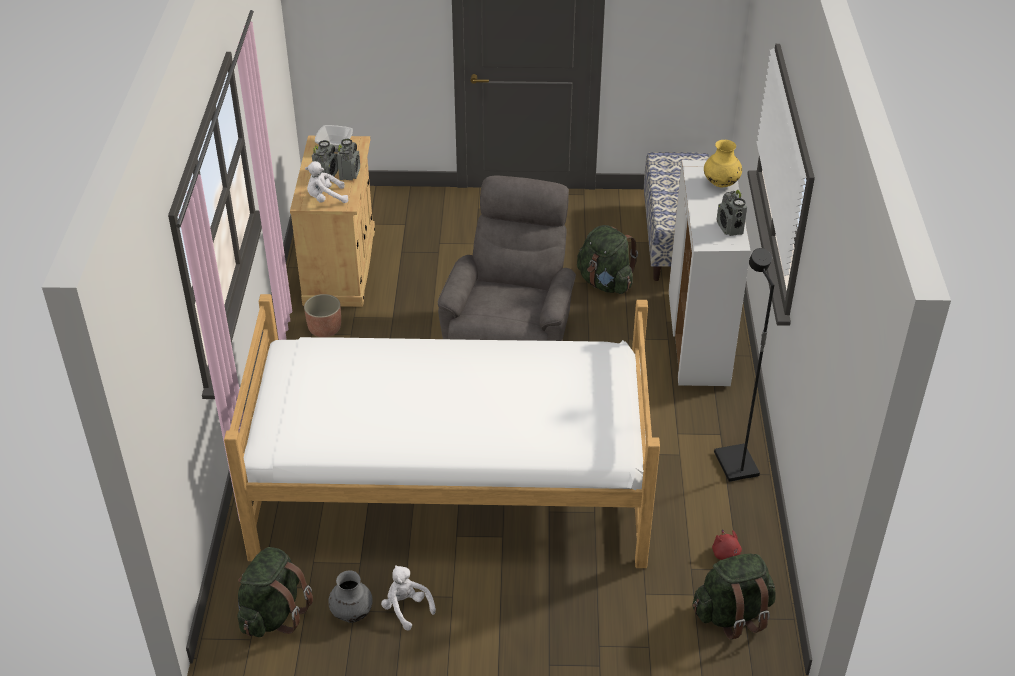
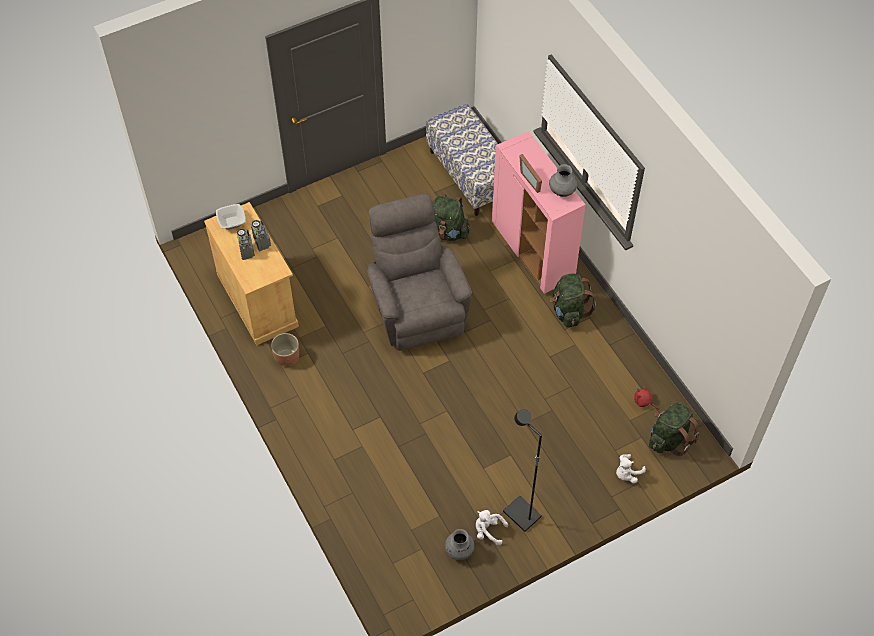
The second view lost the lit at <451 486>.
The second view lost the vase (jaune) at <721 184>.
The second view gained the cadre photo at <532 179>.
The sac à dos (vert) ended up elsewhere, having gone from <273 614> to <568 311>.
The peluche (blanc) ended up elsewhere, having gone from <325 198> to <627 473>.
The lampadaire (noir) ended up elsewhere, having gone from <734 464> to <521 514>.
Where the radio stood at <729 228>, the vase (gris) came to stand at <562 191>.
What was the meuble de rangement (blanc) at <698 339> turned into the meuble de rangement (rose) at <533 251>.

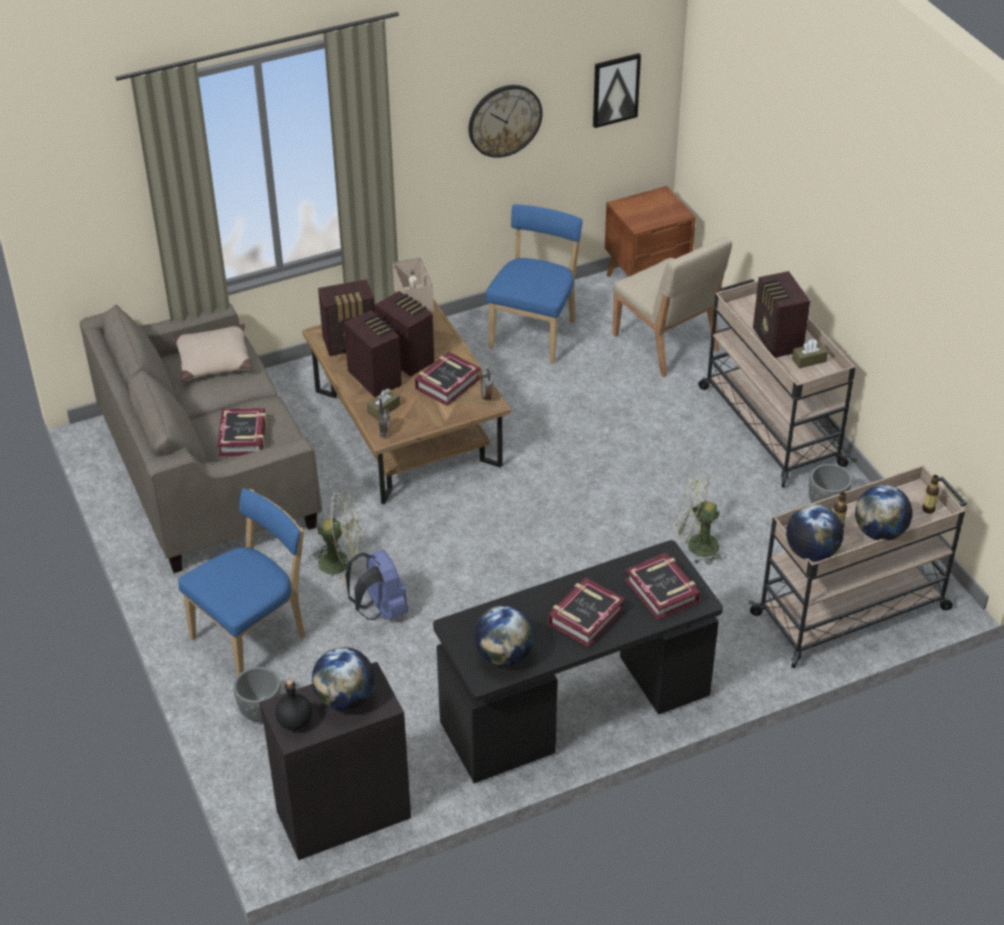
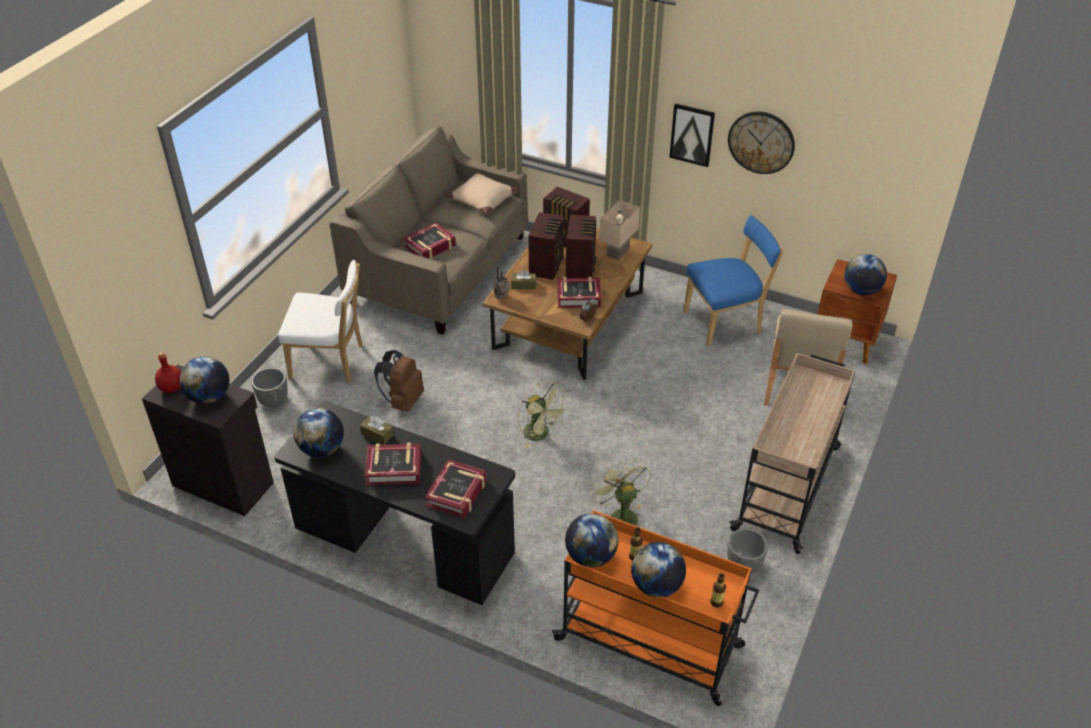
The second view lost the radio at <777 341>.
The second view gained the globe at <861 291>.
The ventilateur (vert) ended up elsewhere, having gone from <341 562> to <541 435>.
The tableau ended up elsewhere, having gone from <615 89> to <692 134>.
The boîte à mouchoirs (marron) ended up elsewhere, having gone from <809 360> to <377 434>.
What was the chaise (bleu) at <253 635> turned into the chaise (blanc) at <330 362>.
What was the bouteille (noir) at <294 723> turned into the bouteille (rouge) at <171 387>.
What was the sac à dos (bleu) at <380 609> turned into the sac à dos (marron) at <403 401>.
What was the chariot (beige) at <852 611> turned into the chariot (orange) at <651 643>.

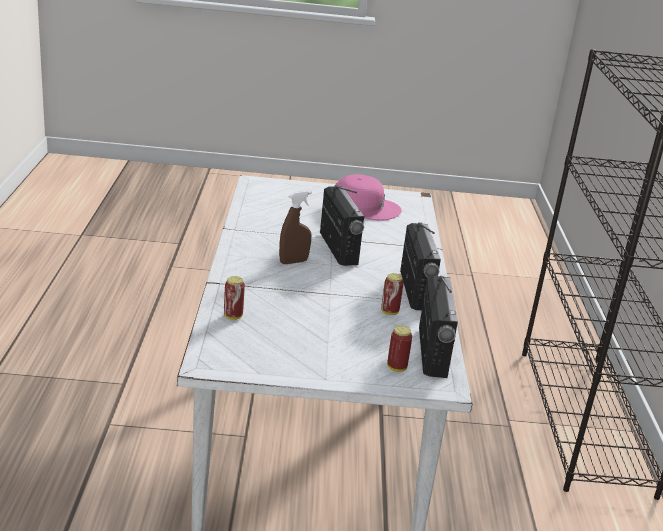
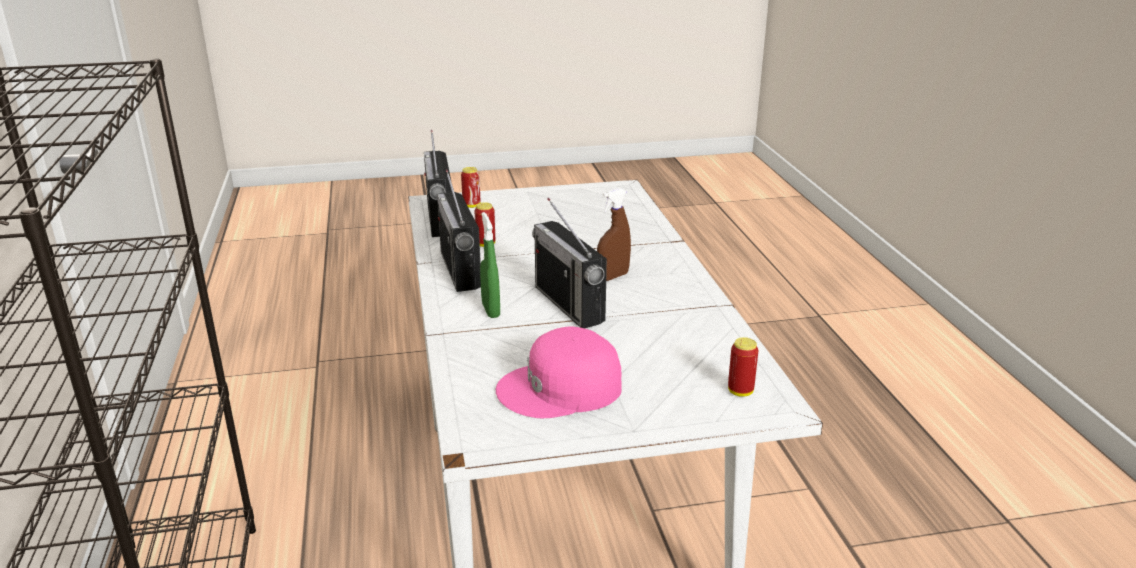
The second view gained the vaporisateur (vert) at <491 310>.
The boîte métallique ended up elsewhere, having gone from <233 316> to <740 391>.

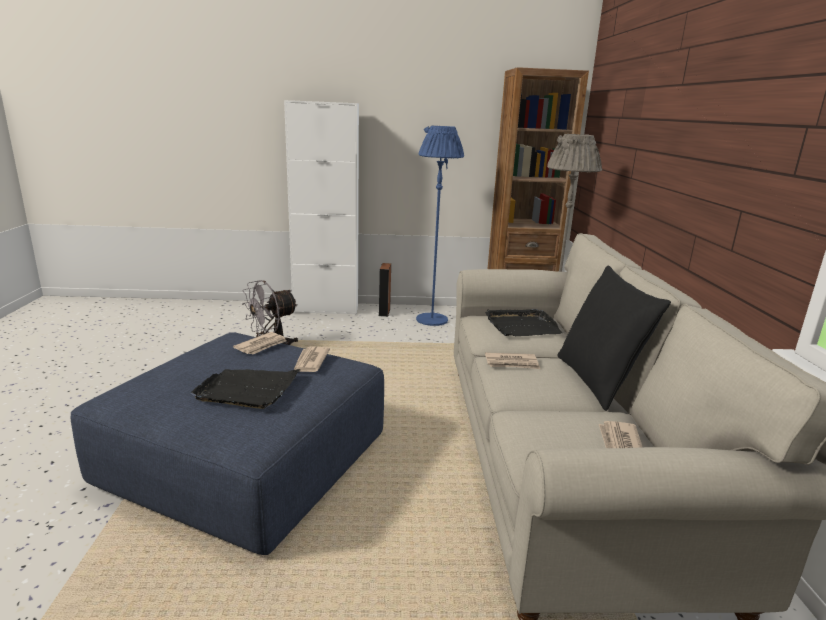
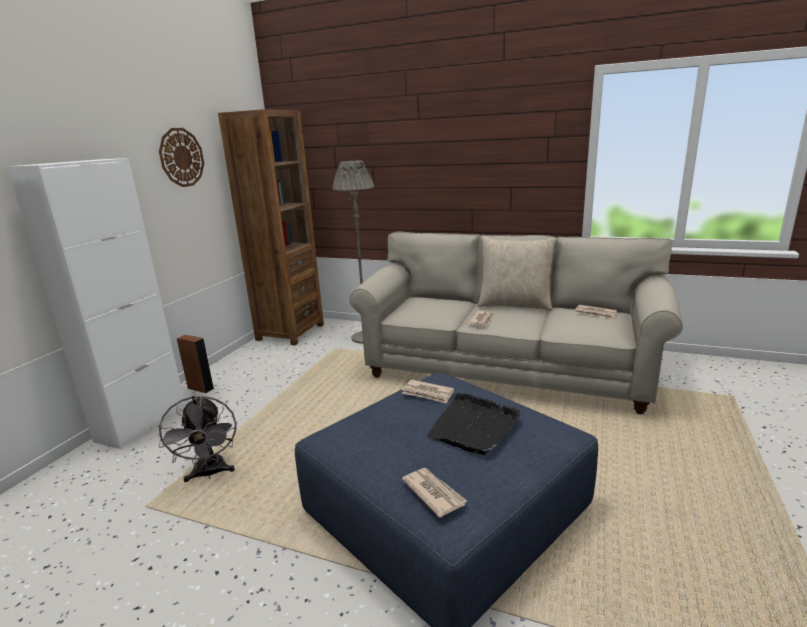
The second view lost the lampadaire (bleu) at <432 320>.
The second view lost the plateau (noir) at <521 326>.
The second view gained the horloge murale at <181 157>.
The journal ended up elsewhere, having gone from <262 345> to <433 493>.
What was the coussin (noir) at <598 381> turned into the coussin (beige) at <515 305>.

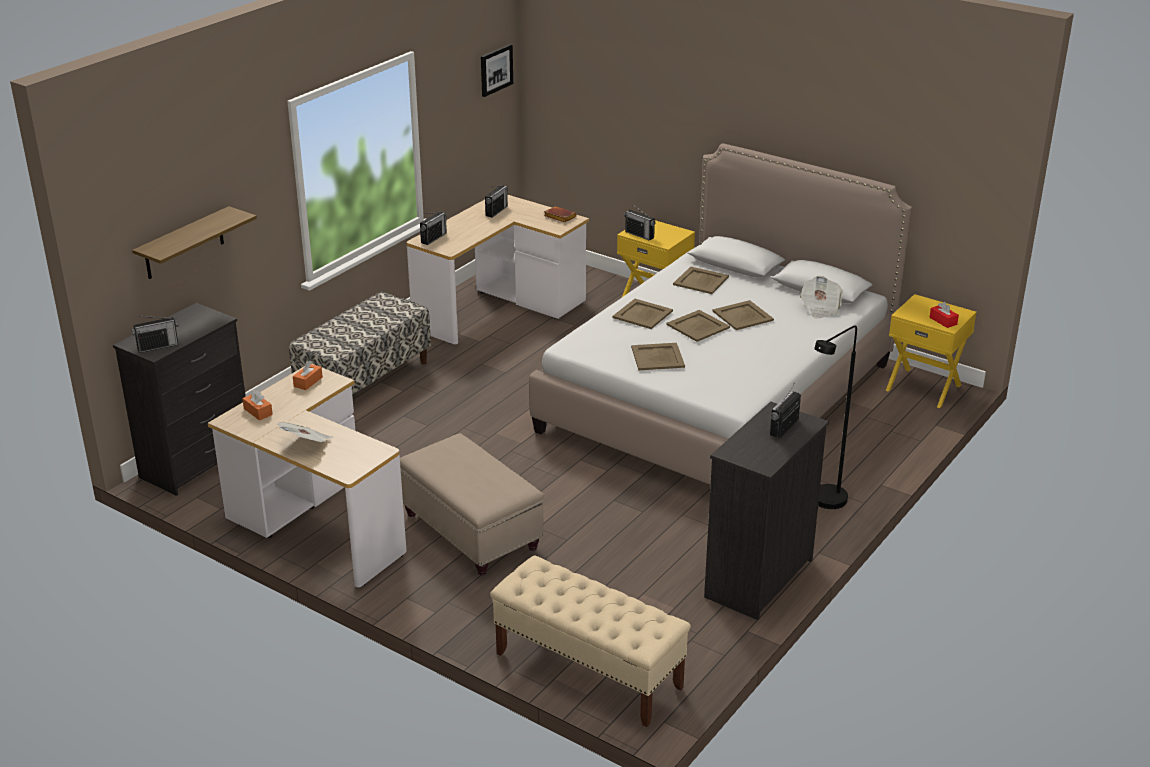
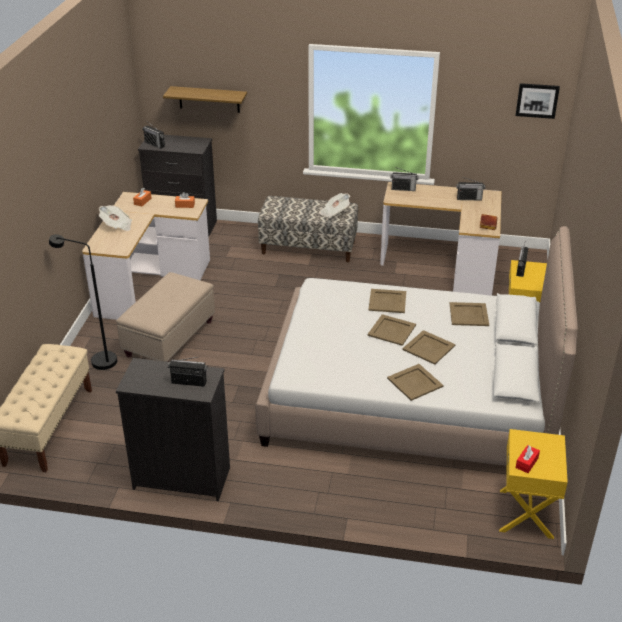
The plateau (beige) ended up elsewhere, having gone from <658 357> to <414 383>.
The journal ended up elsewhere, having gone from <820 308> to <334 212>.
The lampadaire (noir) ended up elsewhere, having gone from <824 504> to <97 361>.

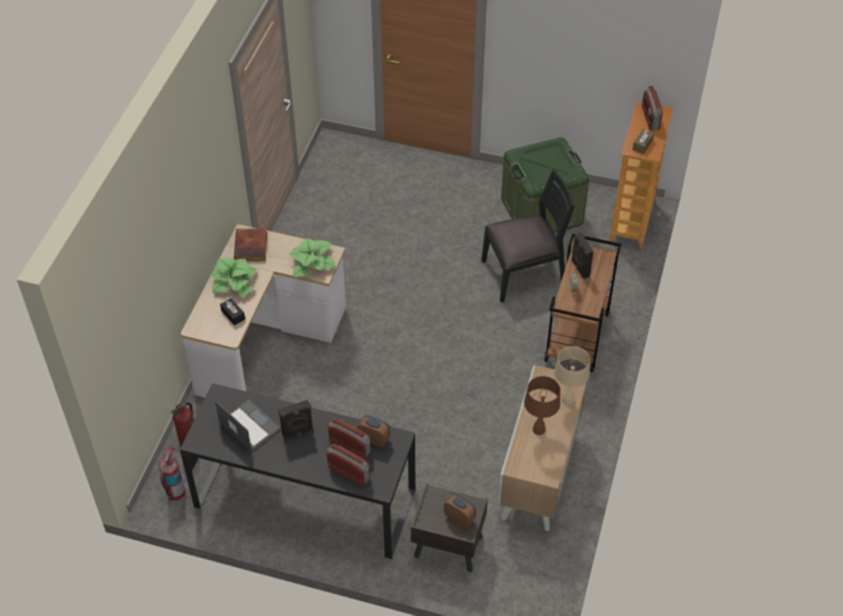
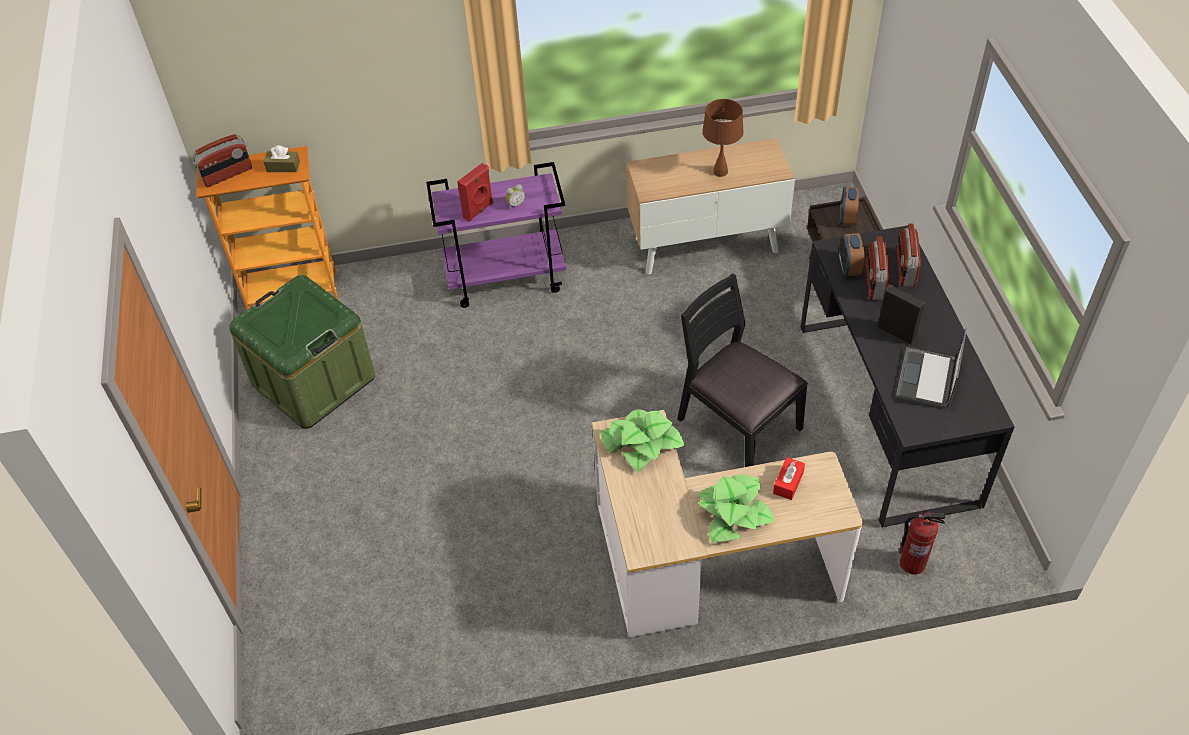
The second view lost the extincteur at <175 493>.
The second view lost the livre at <252 247>.
The second view lost the lampe de table (beige) at <568 399>.
The chaise (noir) ended up elsewhere, having gone from <524 273> to <737 424>.
What was the boîte à mouchoirs (noir) at <233 315> turned into the boîte à mouchoirs (rouge) at <788 483>.
What was the chariot (marron) at <577 338> turned into the chariot (violet) at <507 278>.
What was the enceinte (noir) at <579 268> turned into the enceinte (rouge) at <479 211>.

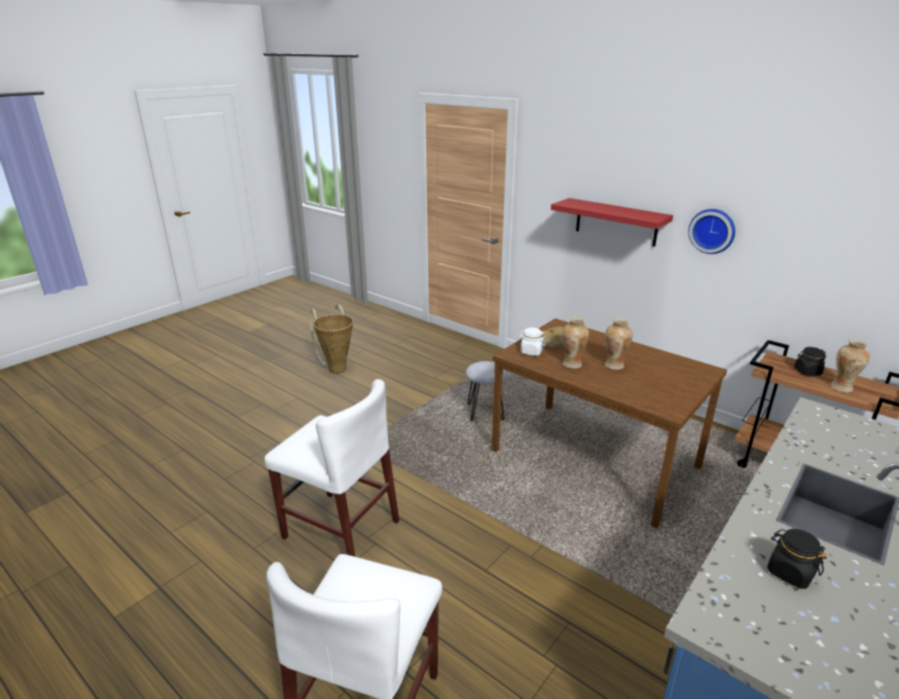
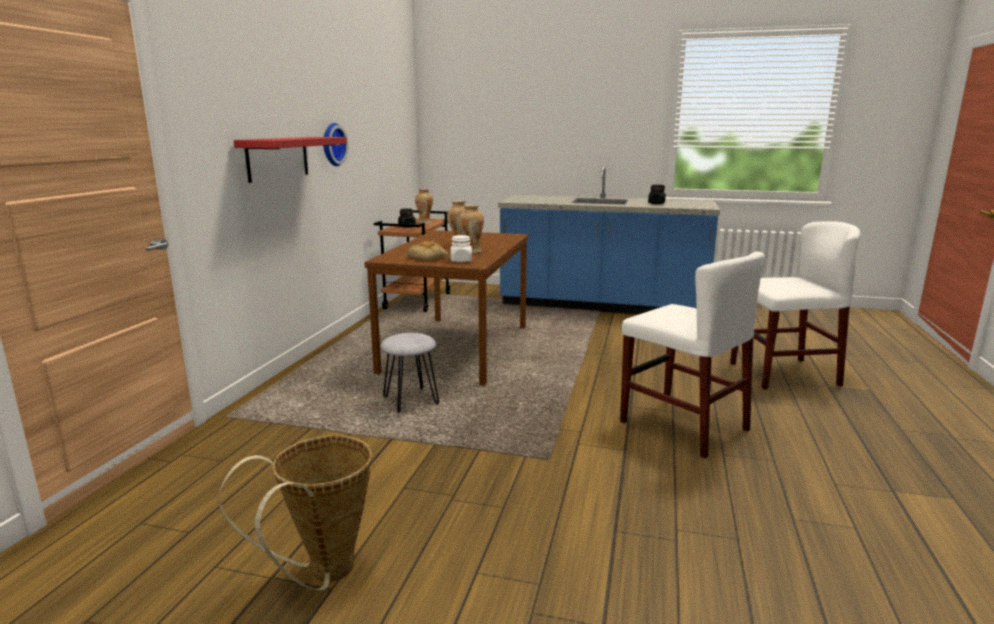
The chaise (blanc) at <341 529> ended up facing another way, 135 degrees clockwise from before.

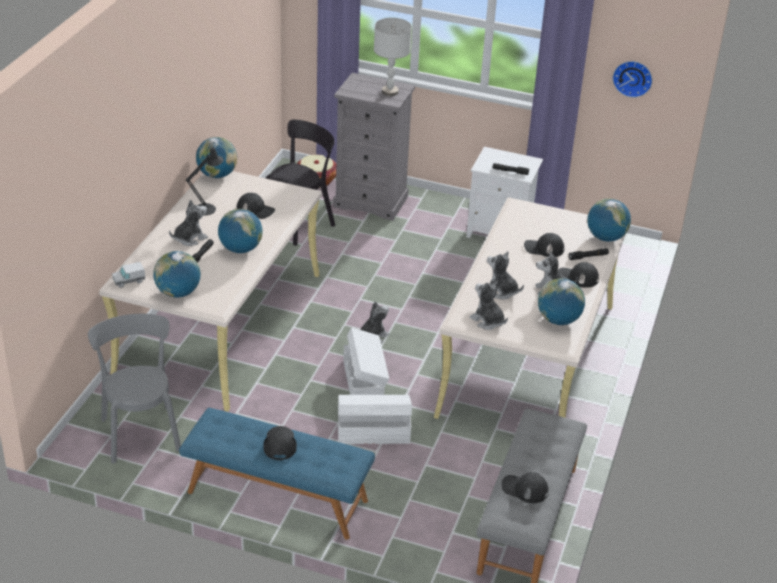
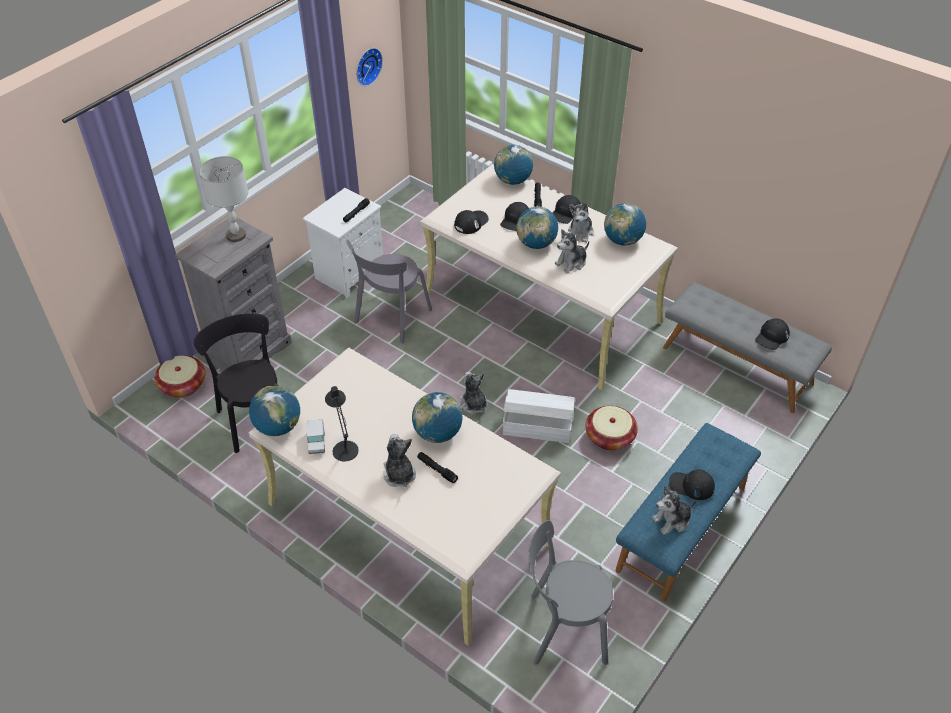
The second view gained the chaise (gris) at <391 318>.
The camion jouet ended up elsewhere, having gone from <129 281> to <316 442>.
The globe ended up elsewhere, having gone from <178 293> to <536 244>.
The casquette (noir) ended up elsewhere, having gone from <255 210> to <471 223>.
The peluche ended up elsewhere, having gone from <487 321> to <672 520>.
Where the boîte de rangement (blanc) stood at <372 431>, the panier came to stand at <609 437>.

